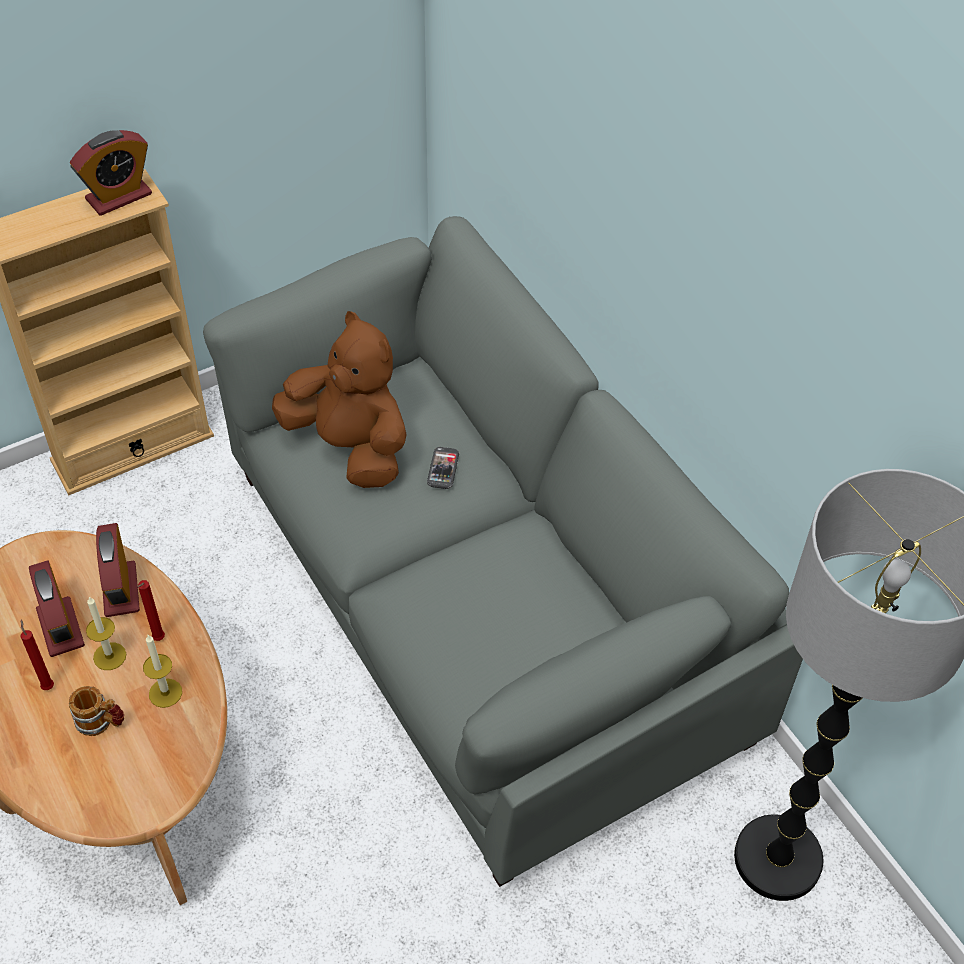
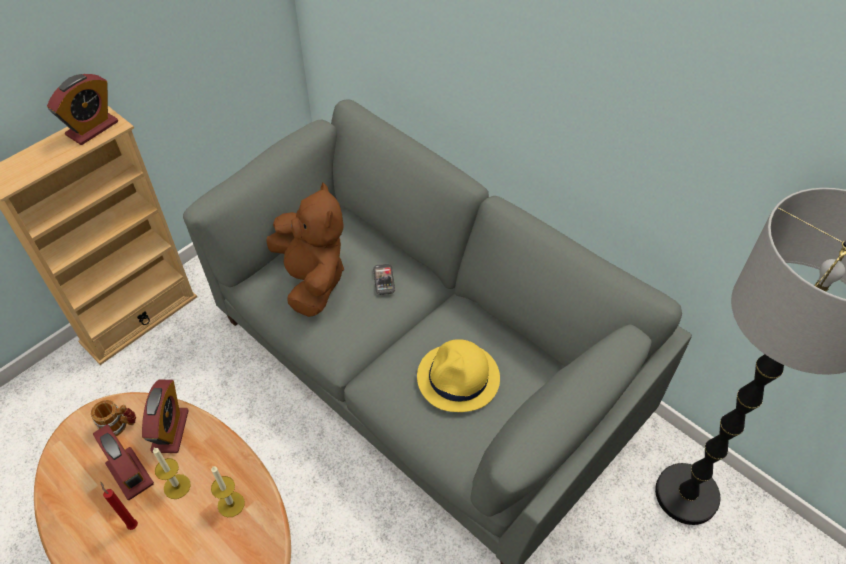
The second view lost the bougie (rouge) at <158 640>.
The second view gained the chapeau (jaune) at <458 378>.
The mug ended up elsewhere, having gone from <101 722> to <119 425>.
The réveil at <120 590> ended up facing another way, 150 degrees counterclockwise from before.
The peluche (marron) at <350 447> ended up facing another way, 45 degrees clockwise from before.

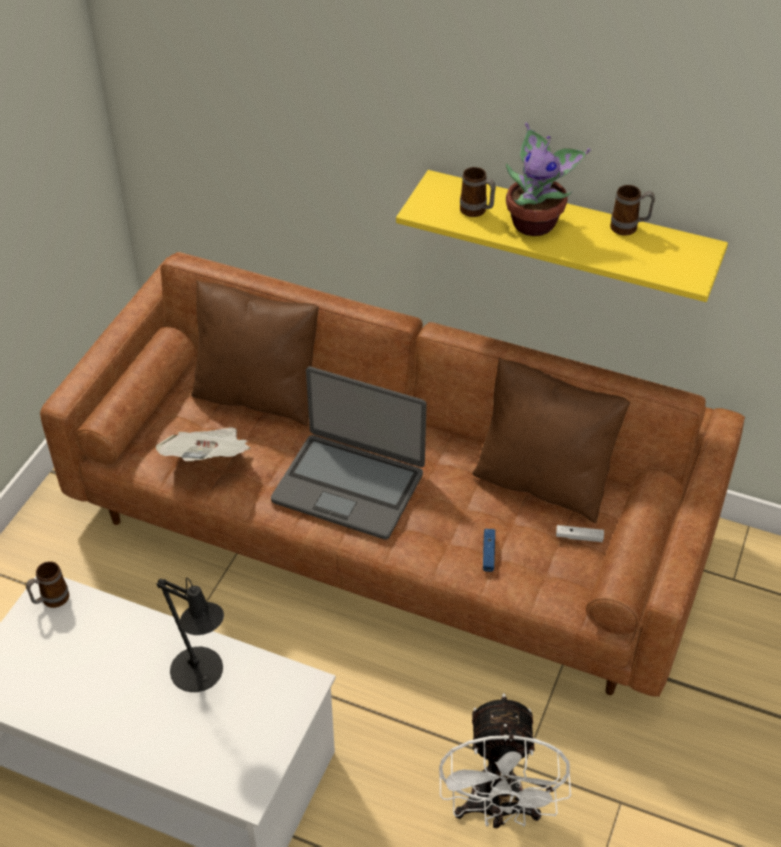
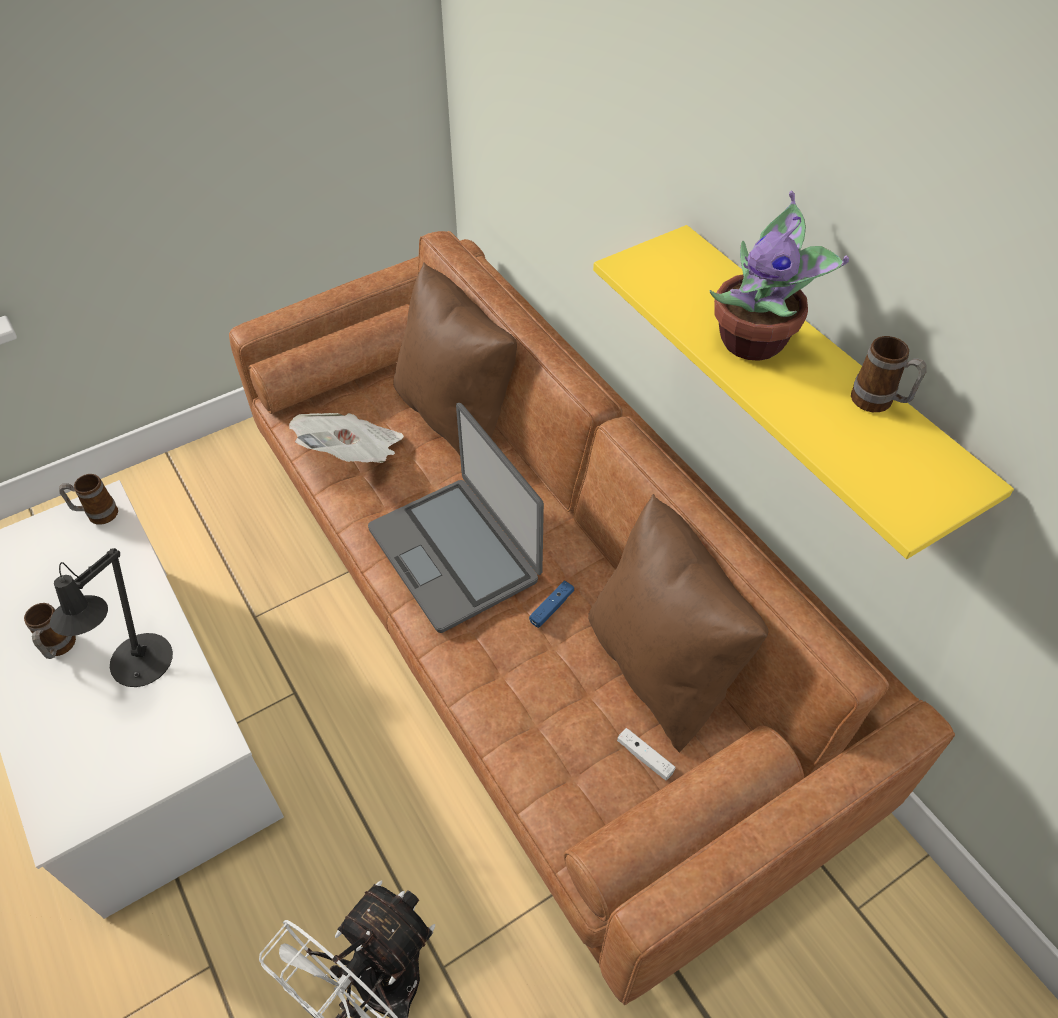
The mug ended up elsewhere, having gone from <477 212> to <59 649>.
The manette (bleu) ended up elsewhere, having gone from <488 553> to <551 607>.

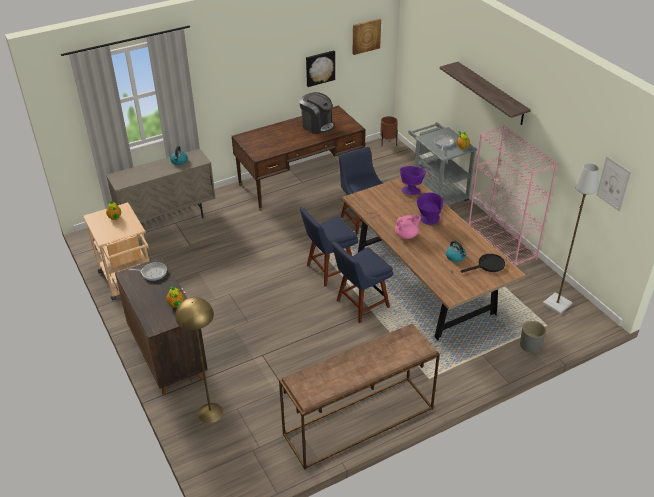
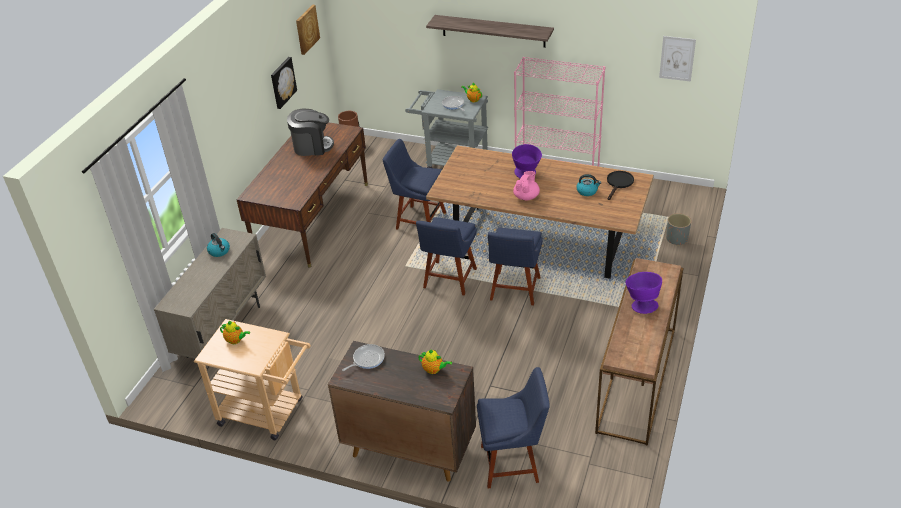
The second view lost the lampadaire (gris) at <557 304>.
The bol (violet) ended up elsewhere, having gone from <411 189> to <641 304>.
Where the lampadaire (jaune) stood at <210 413>, the chaise (bleu) came to stand at <513 463>.

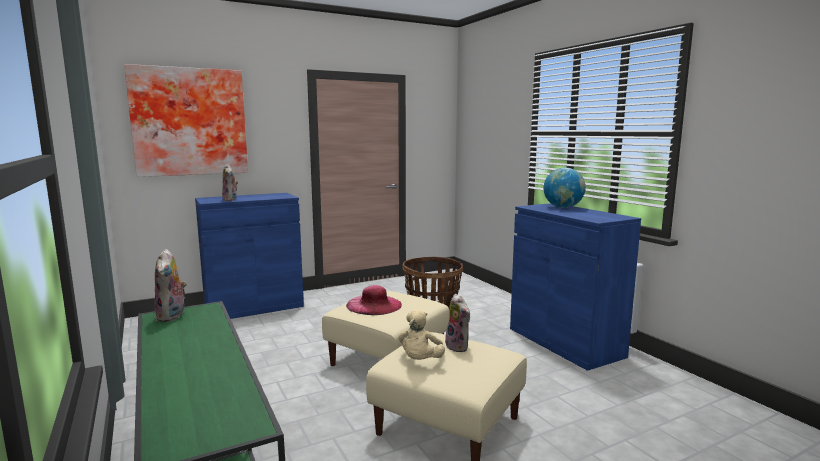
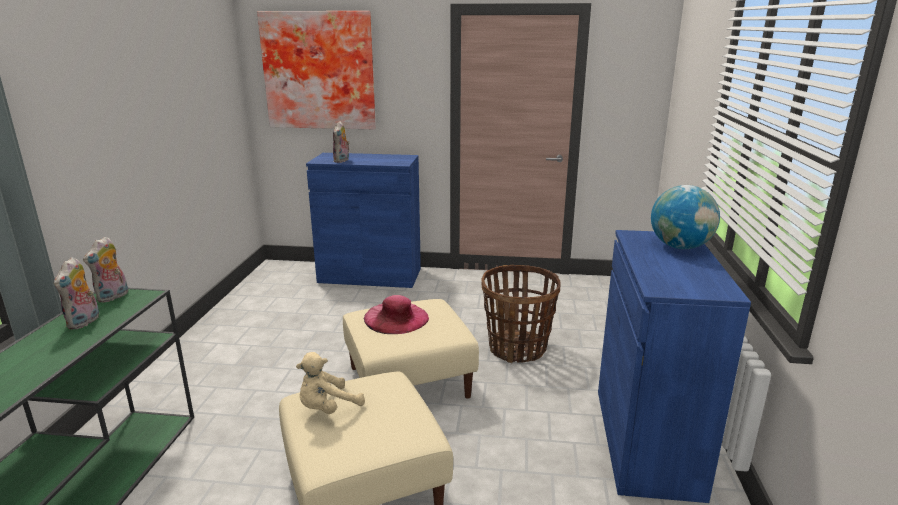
The peluche ended up elsewhere, having gone from <459 346> to <84 322>.

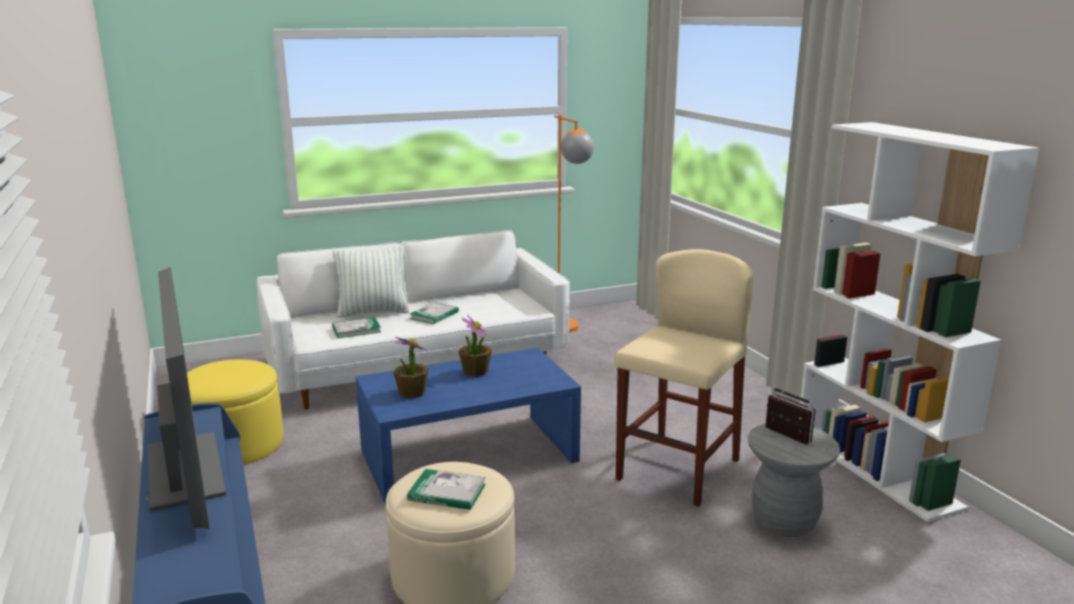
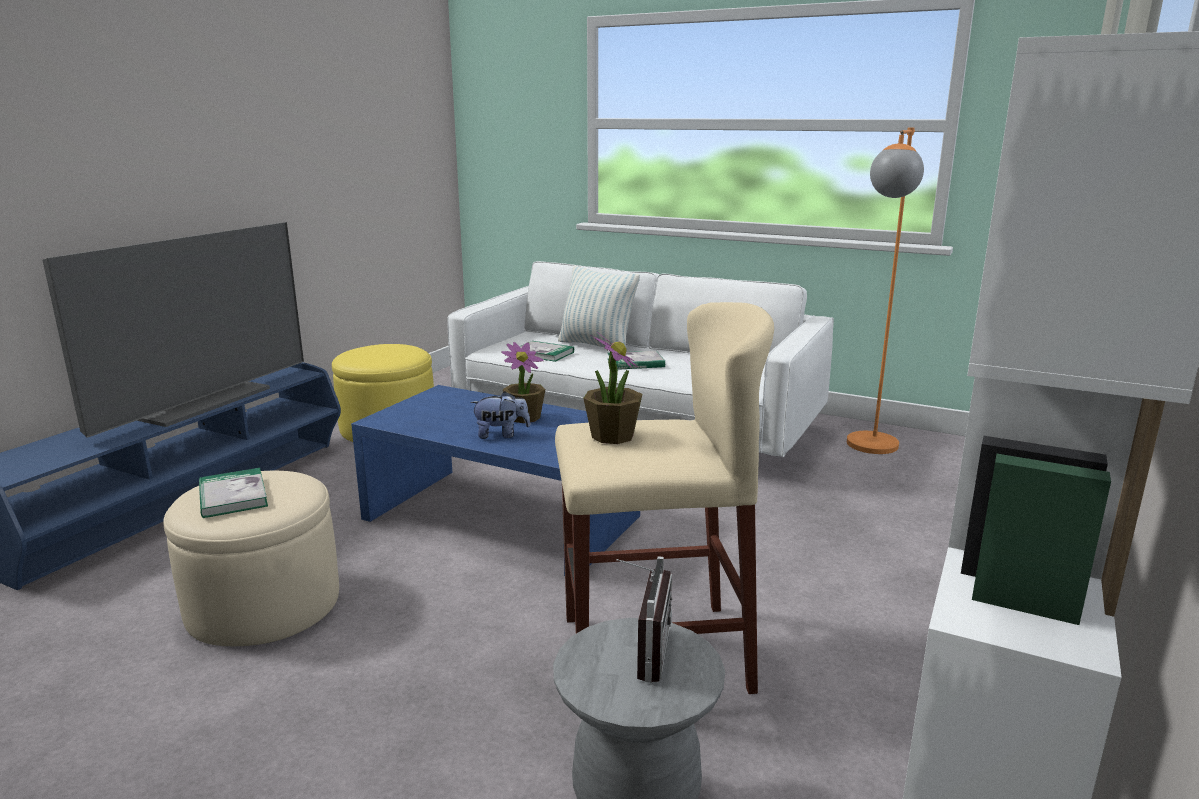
The second view gained the peluche at <501 434>.
The plante en pot ended up elsewhere, having gone from <411 393> to <612 436>.

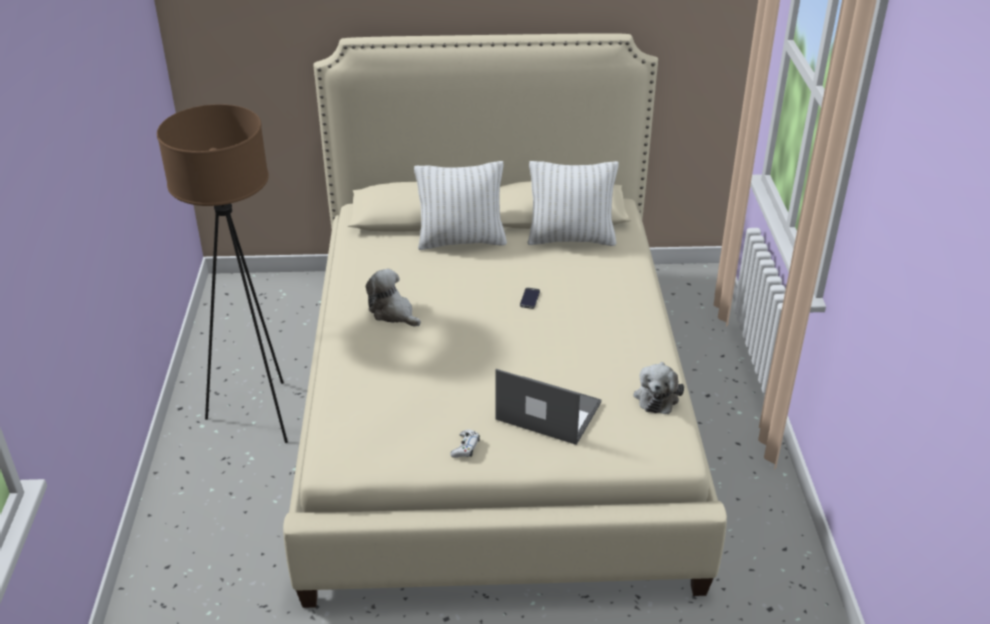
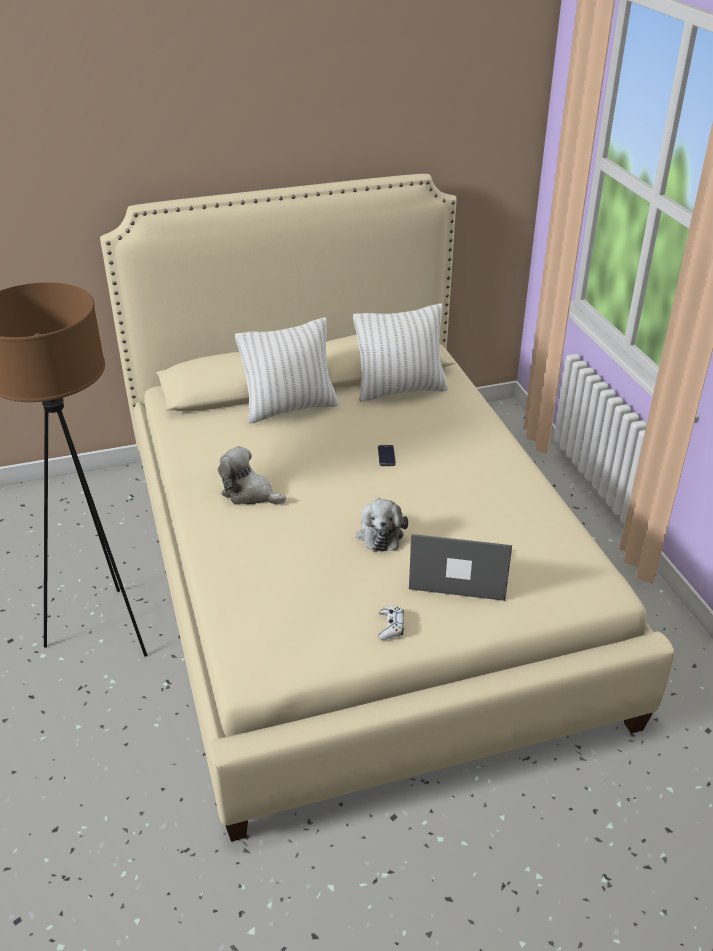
The peluche ended up elsewhere, having gone from <657 396> to <380 533>.

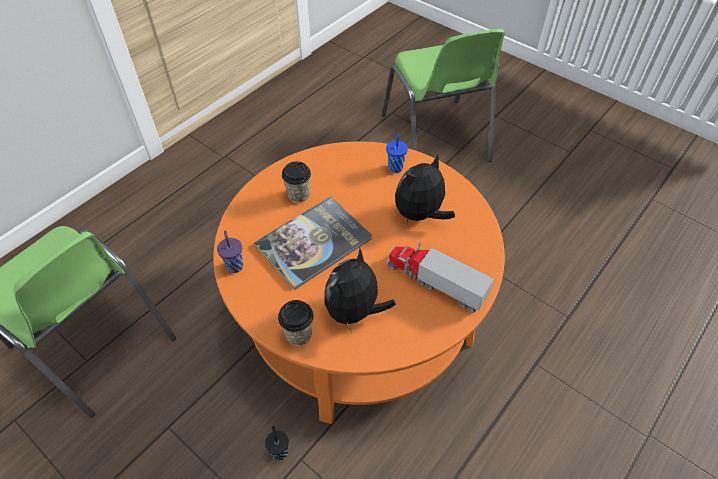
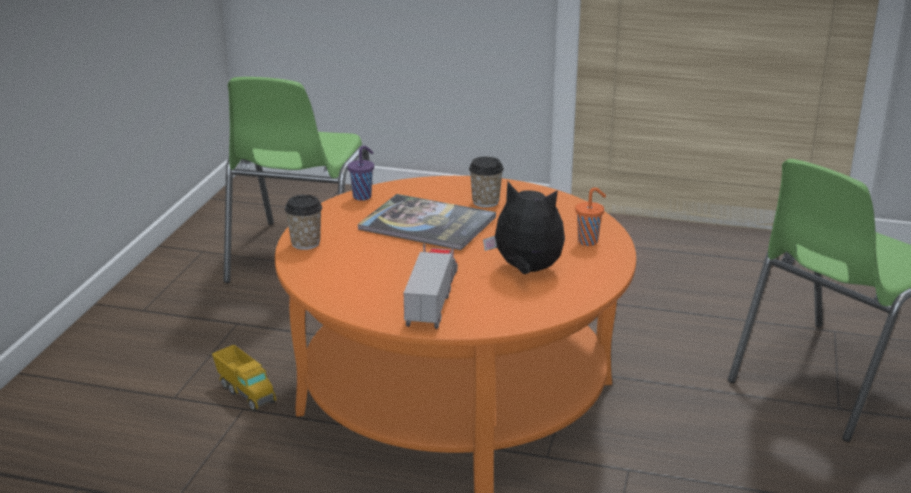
The second view lost the peluche at <355 311>.
Where the tasse (noir) stood at <279 451>, the camion jouet came to stand at <245 393>.
What was the tasse (bleu) at <395 167> turned into the tasse (orange) at <589 241>.

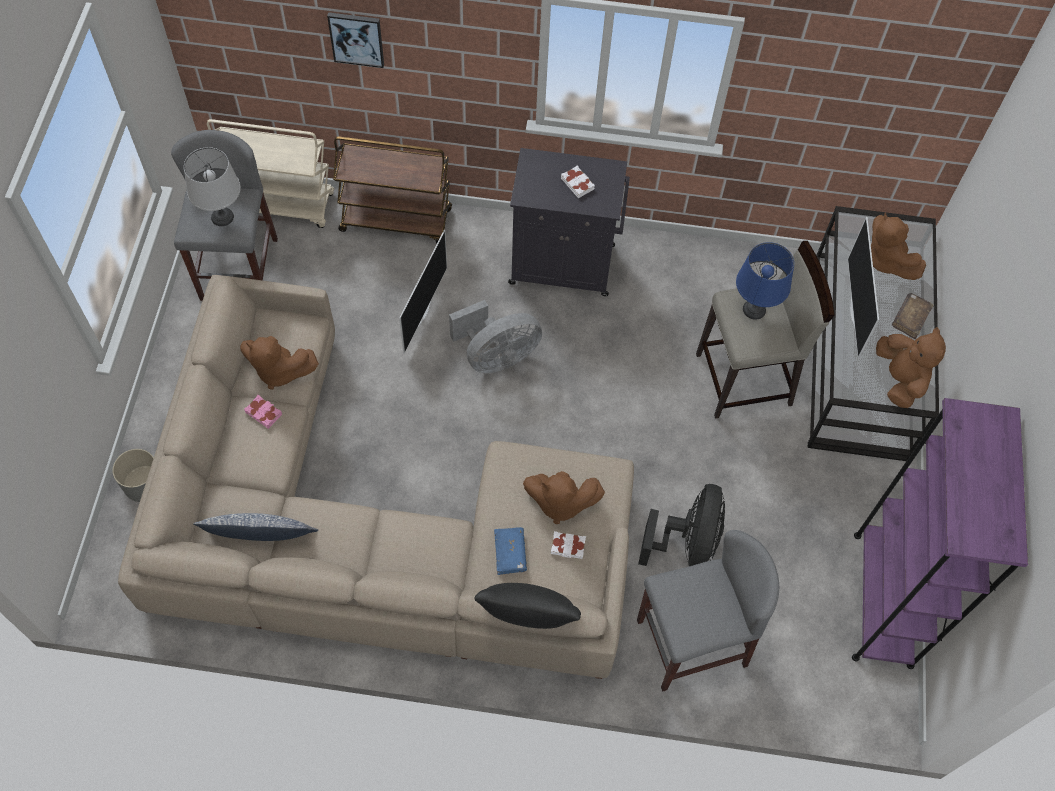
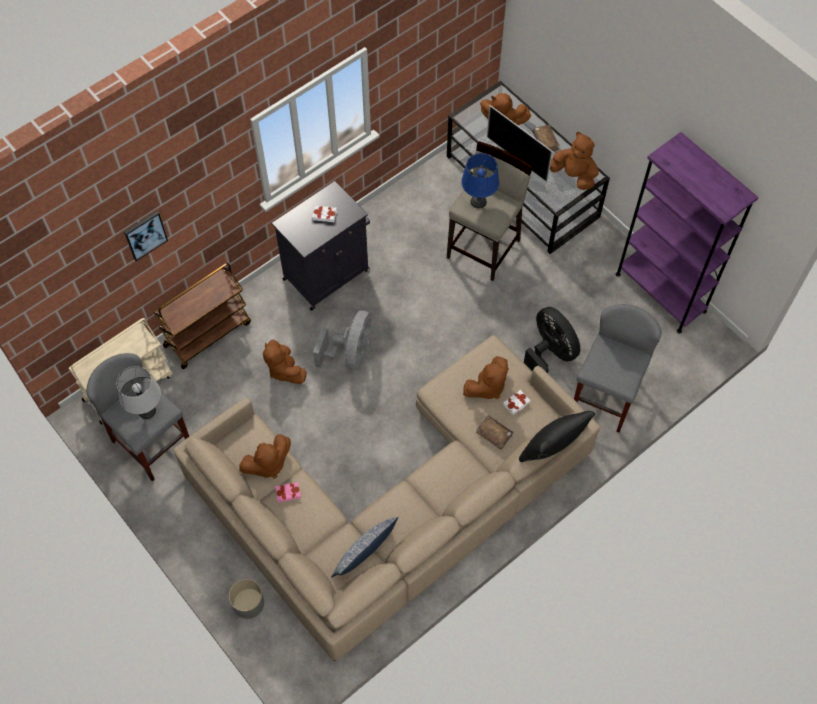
Where the téléviseur stood at <421 313>, the peluche (marron) came to stand at <284 370>.
What was the livre (bleu) at <510 553> turned into the livre (marron) at <494 434>.

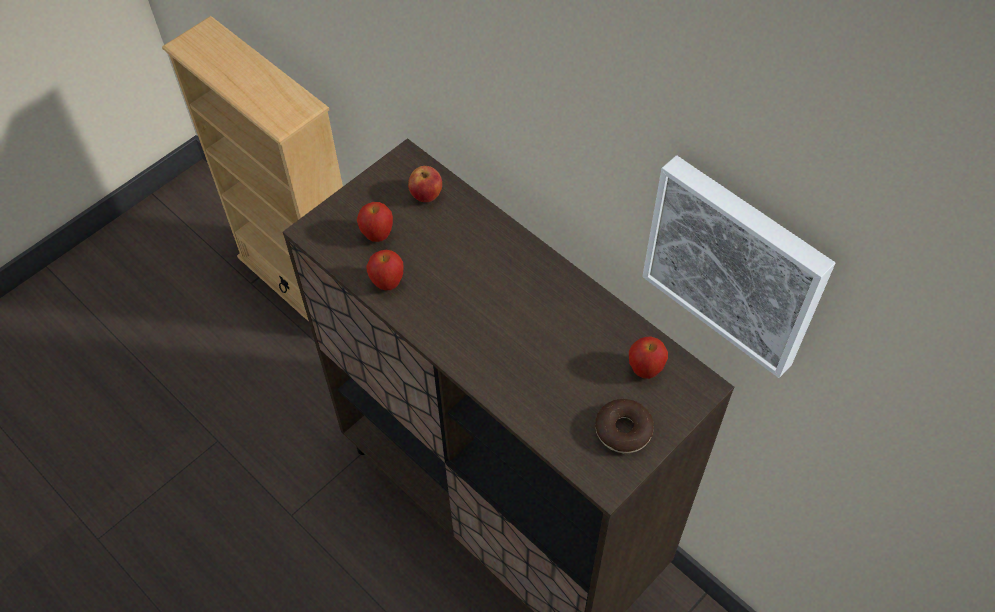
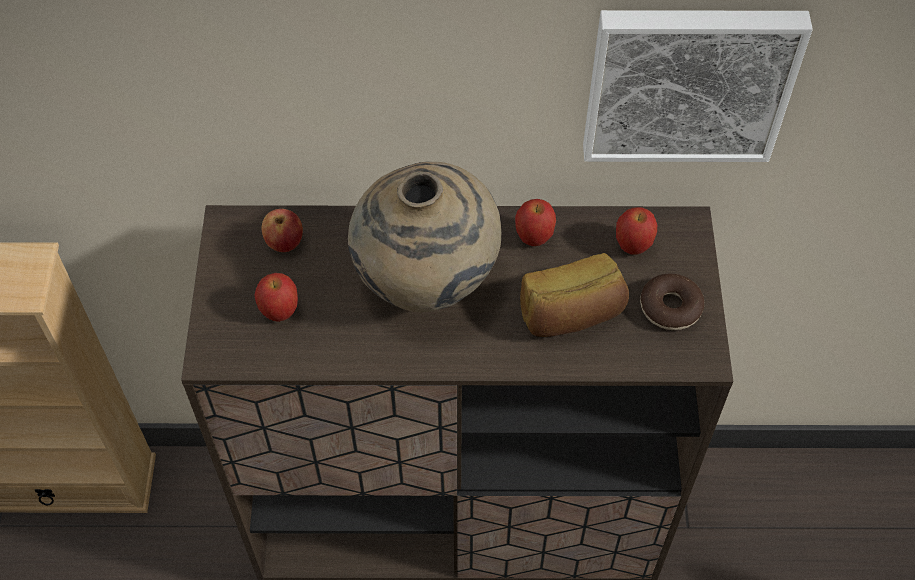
The second view gained the vase (beige) at <426 284>.
The second view gained the pain at <571 314>.
The pomme ended up elsewhere, having gone from <387 283> to <534 238>.

